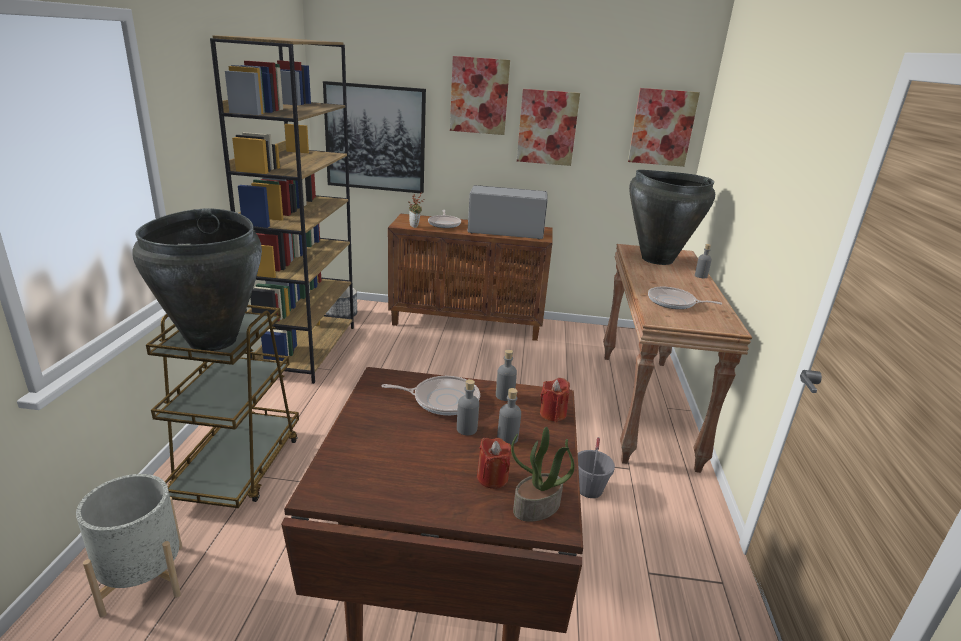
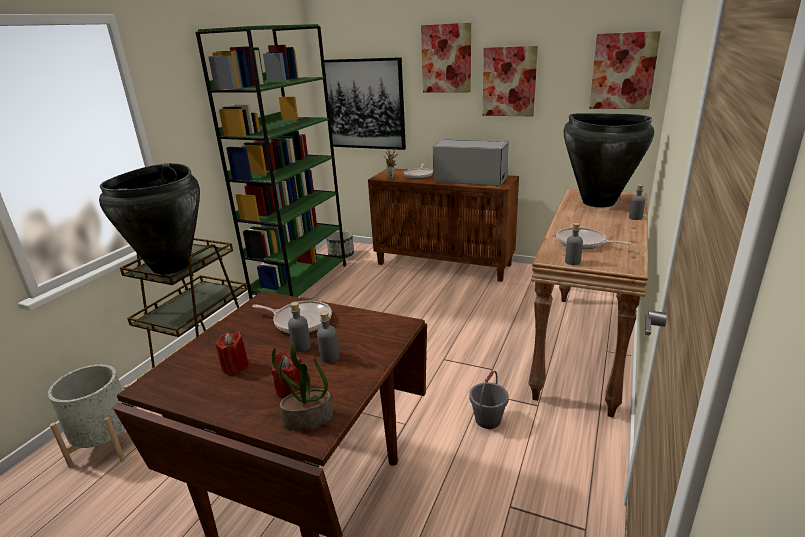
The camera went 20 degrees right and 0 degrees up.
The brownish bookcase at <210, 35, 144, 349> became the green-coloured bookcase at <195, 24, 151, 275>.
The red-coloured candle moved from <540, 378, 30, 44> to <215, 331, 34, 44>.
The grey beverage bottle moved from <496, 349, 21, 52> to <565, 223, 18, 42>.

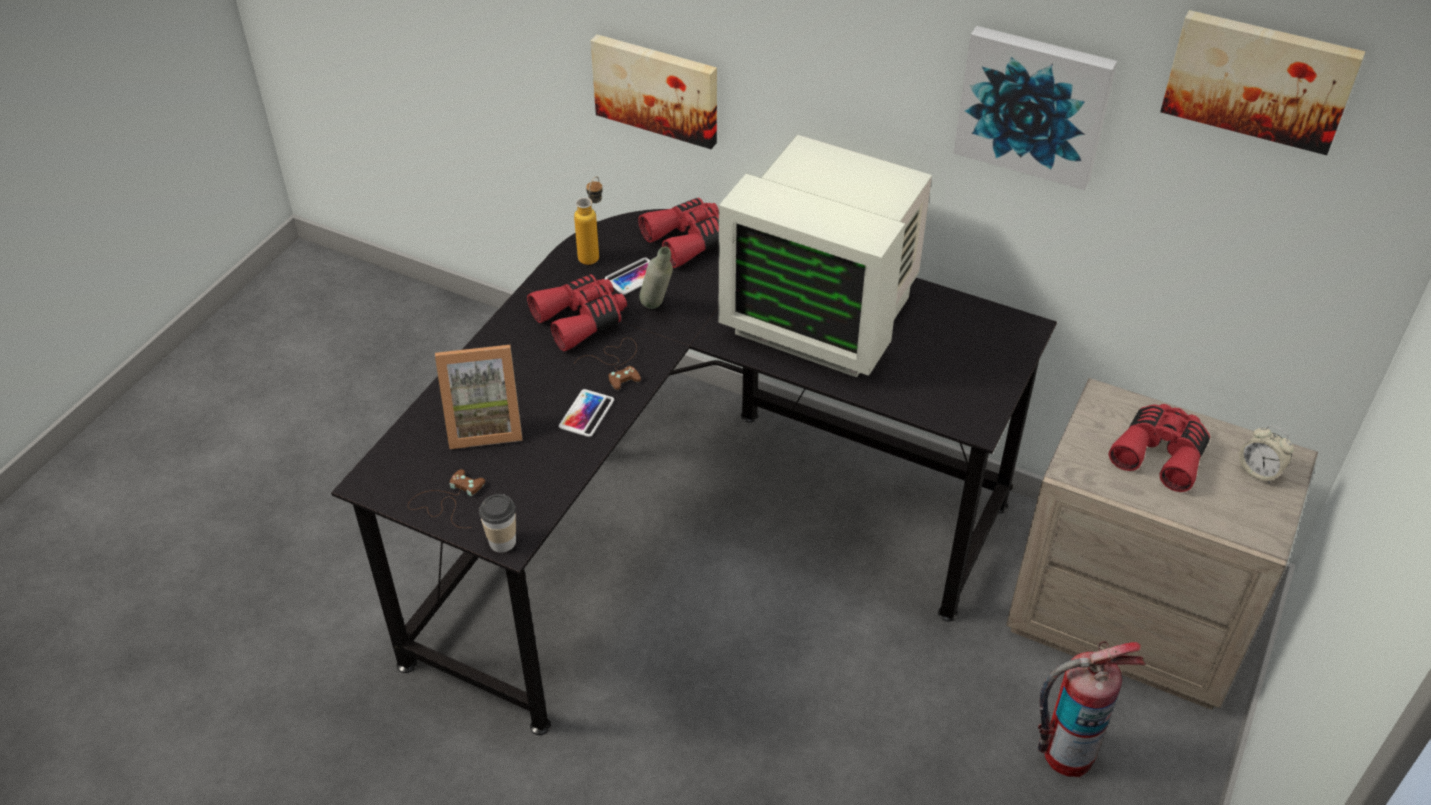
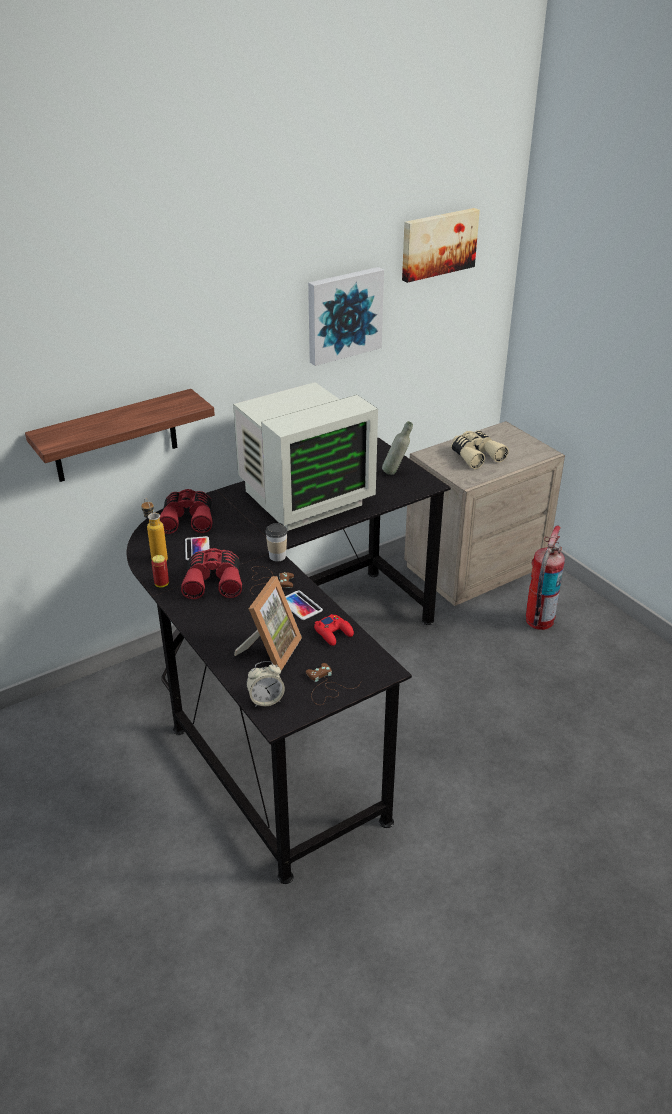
The camera went 60 degrees left and 10 degrees down.
The wall picture at <590, 34, 127, 115> was replaced by the wall shelf at <25, 389, 190, 93>.
The sealed can at <151, 555, 18, 32> appeared.
The bedside clock moved from <1239, 425, 55, 59> to <247, 661, 38, 46>.
The drinking cup moved from <479, 494, 37, 59> to <265, 523, 23, 39>.
The red-coloured game controller at <314, 614, 40, 32> appeared.
The grey beverage bottle moved from <639, 246, 34, 63> to <382, 421, 31, 54>.
The red-coloured field glasses at <1109, 404, 101, 88> became the beige field glasses at <451, 430, 58, 39>.

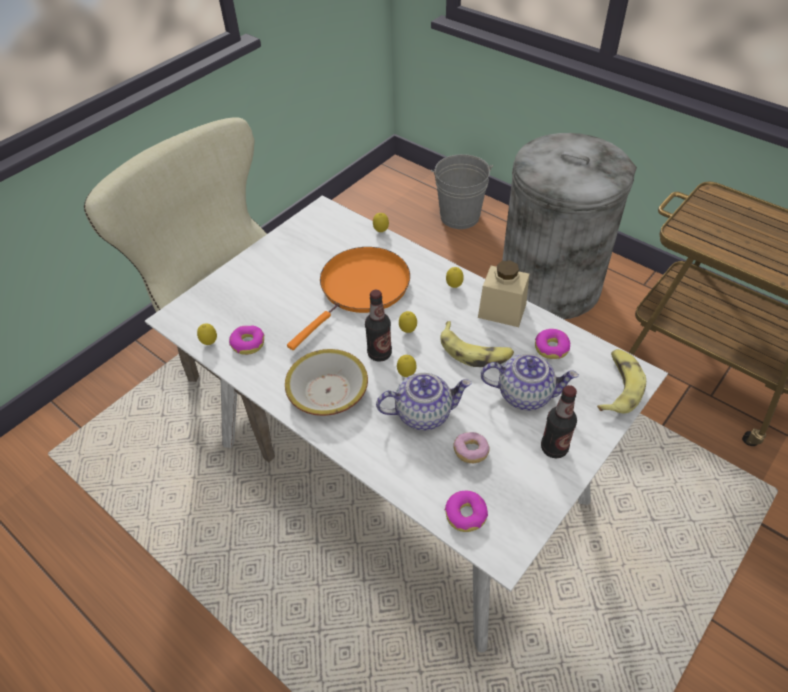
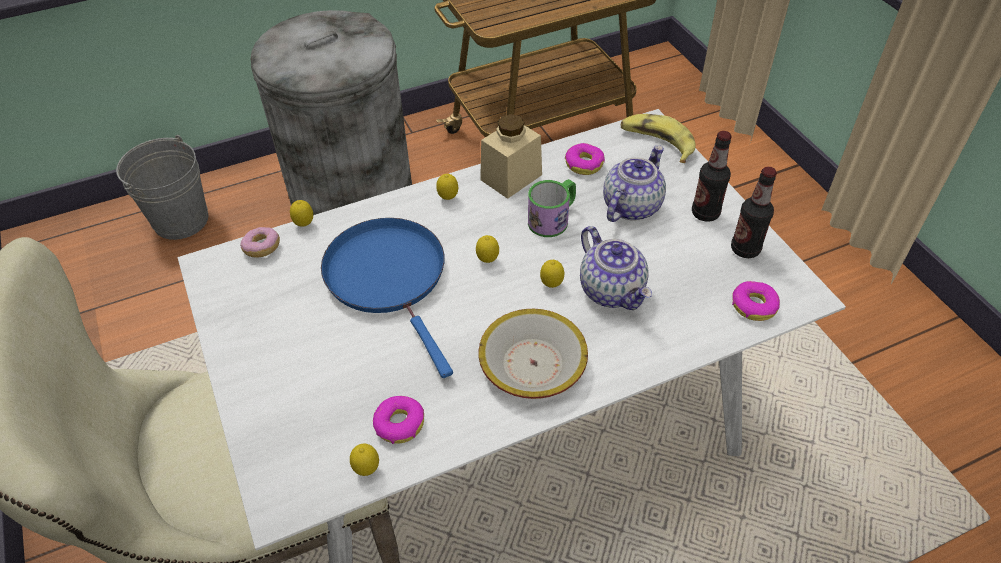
The camera went 65 degrees left and 0 degrees up.
The donut moved from <453, 432, 37, 31> to <240, 227, 40, 31>.
The orange-coloured skillet at <287, 247, 123, 103> became the blue skillet at <321, 218, 132, 160>.
The banana at <440, 321, 74, 46> was replaced by the mug at <528, 179, 48, 58>.
The tea pot at <376, 373, 96, 58> turned 135 degrees clockwise.
The beverage bottle moved from <365, 290, 27, 72> to <731, 167, 46, 91>.

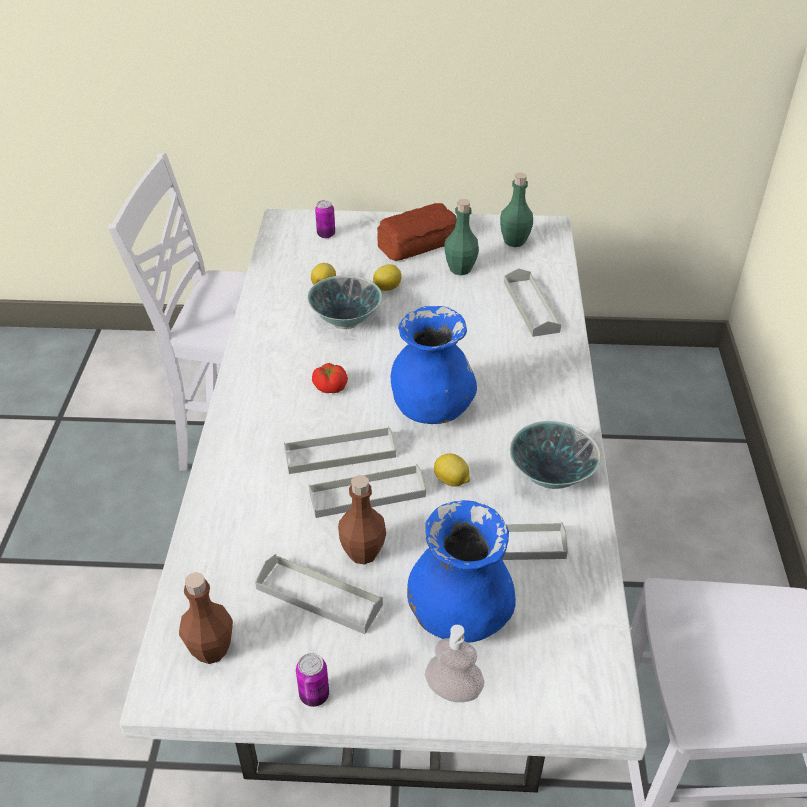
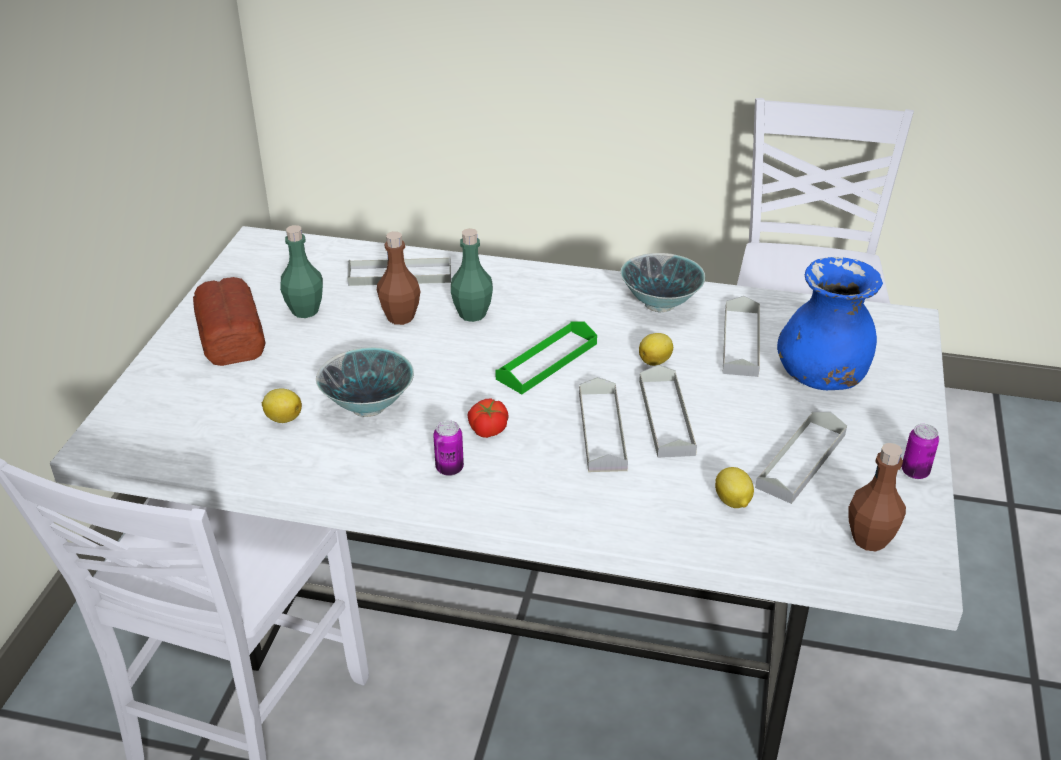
The camera went 80 degrees left and 5 degrees down.
The brownish beverage bottle moved from <338, 475, 48, 90> to <377, 231, 43, 94>.
The sealed can moved from <315, 200, 20, 38> to <433, 420, 31, 56>.
The green-coloured beverage bottle moved from <500, 172, 33, 75> to <451, 228, 42, 94>.
The blue flower vase at <391, 306, 86, 118> was replaced by the green-coloured tray at <495, 321, 102, 73>.
The citrus fruit moved from <373, 264, 29, 27> to <715, 467, 39, 41>.
The liquid soap bottle at <425, 625, 59, 77> disappeared.

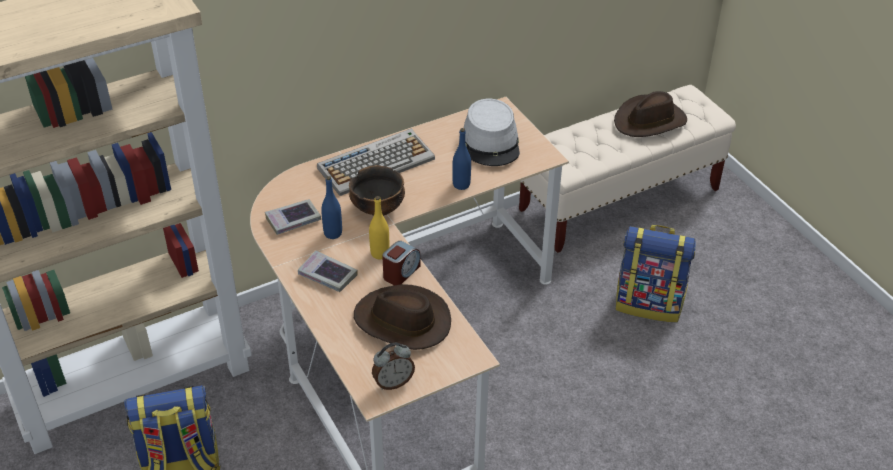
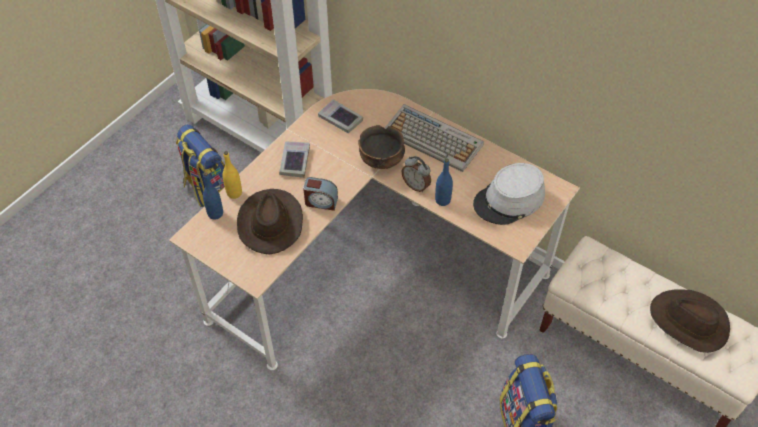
The camera went 65 degrees right and 10 degrees up.
The blue beverage bottle moved from <321, 176, 21, 63> to <203, 172, 20, 48>.
The yellowish beverage bottle moved from <369, 196, 21, 63> to <222, 151, 20, 48>.
The bedside clock moved from <372, 343, 43, 47> to <402, 156, 29, 36>.

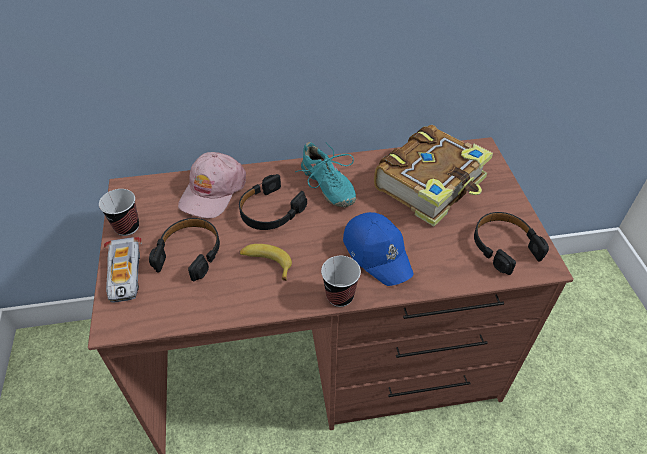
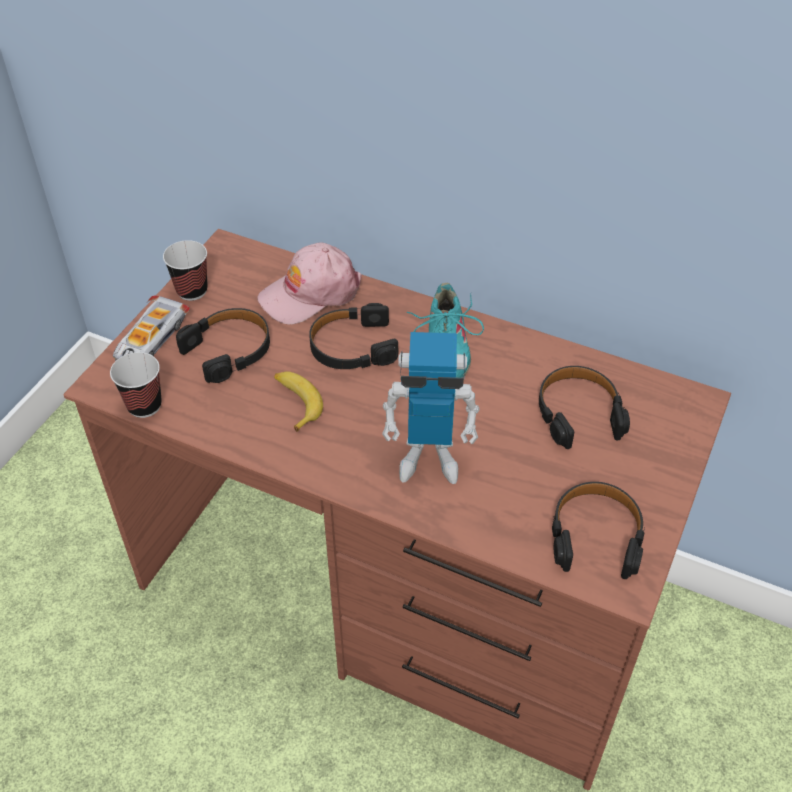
The camera went 35 degrees right and 0 degrees up.
The drinking cup moved from <321, 256, 40, 51> to <110, 352, 52, 66>.
The blue cap at <343, 212, 70, 74> was replaced by the robot figure at <382, 332, 97, 152>.
The bound book at <374, 125, 119, 102> was replaced by the blackish headphones at <539, 366, 91, 83>.

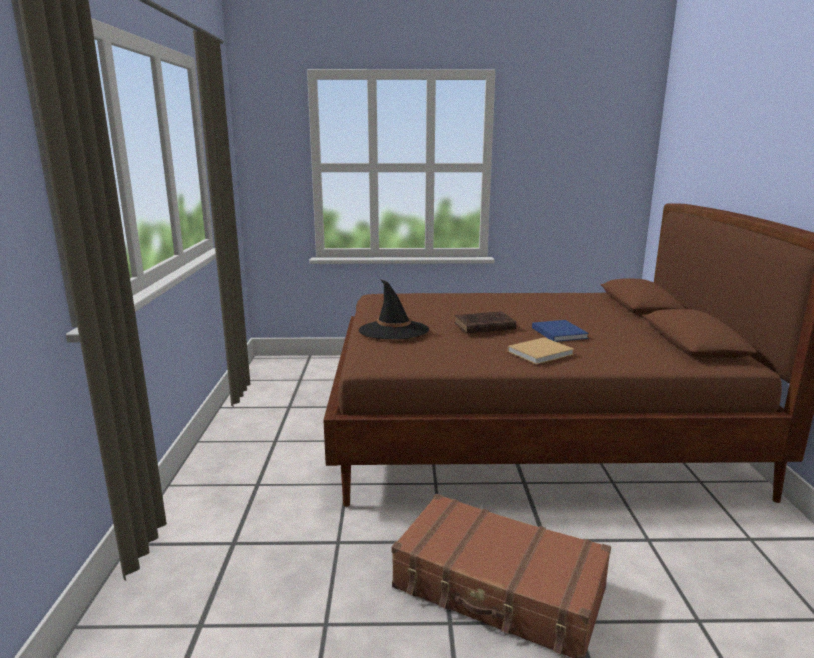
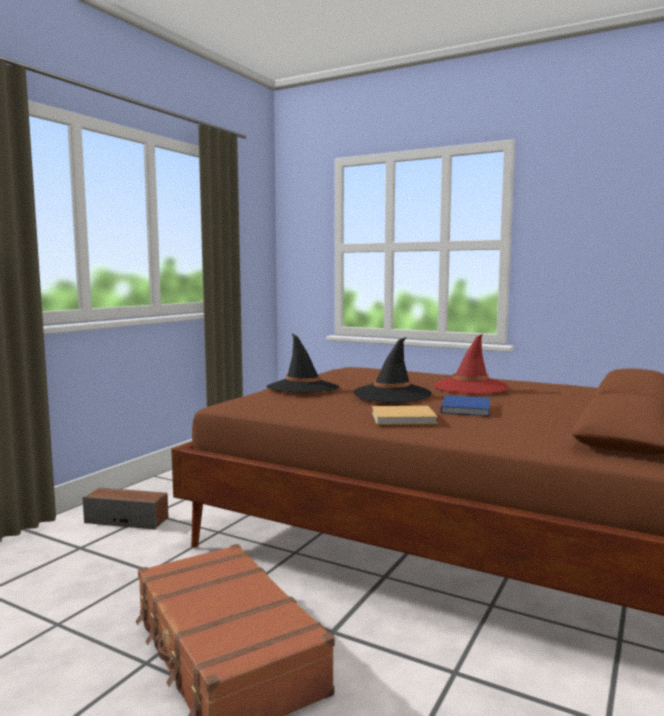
The camera went 30 degrees right and 10 degrees down.
The audio speaker at <83, 488, 85, 41> appeared.
The brownish bound book at <454, 311, 62, 22> was replaced by the blackish wearable hat at <354, 337, 78, 65>.
The red-coloured wearable hat at <434, 334, 74, 60> appeared.

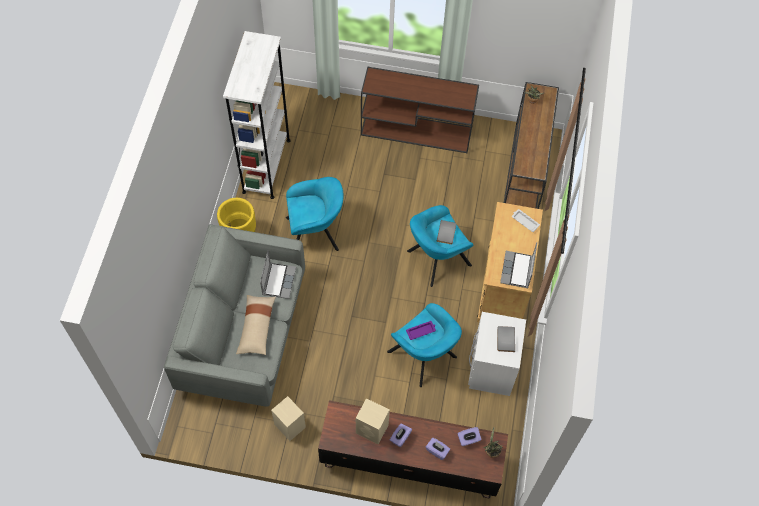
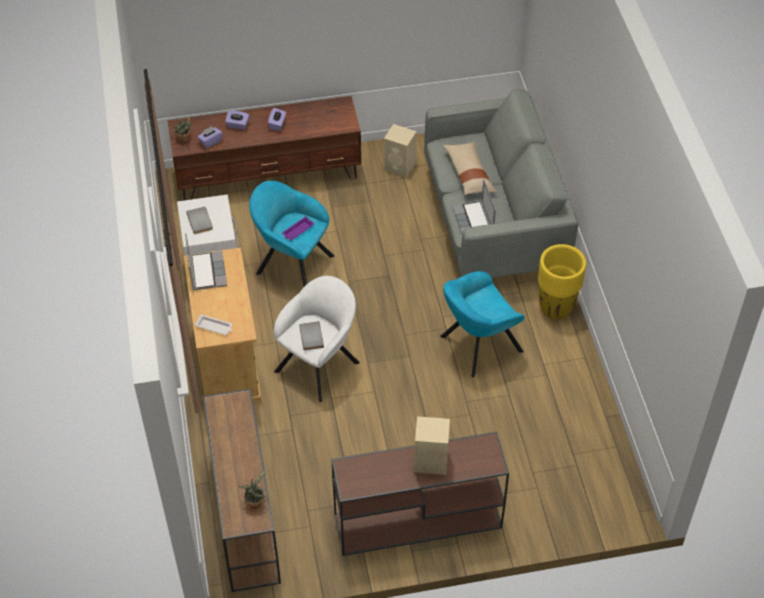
The camera went 160 degrees right and 10 degrees down.
The turquoise armchair at <407, 205, 66, 82> became the white-coloured armchair at <274, 276, 86, 126>.
The beige audio speaker moved from <356, 398, 34, 46> to <414, 416, 36, 59>.
The white-coloured bookcase at <223, 31, 68, 168> disappeared.

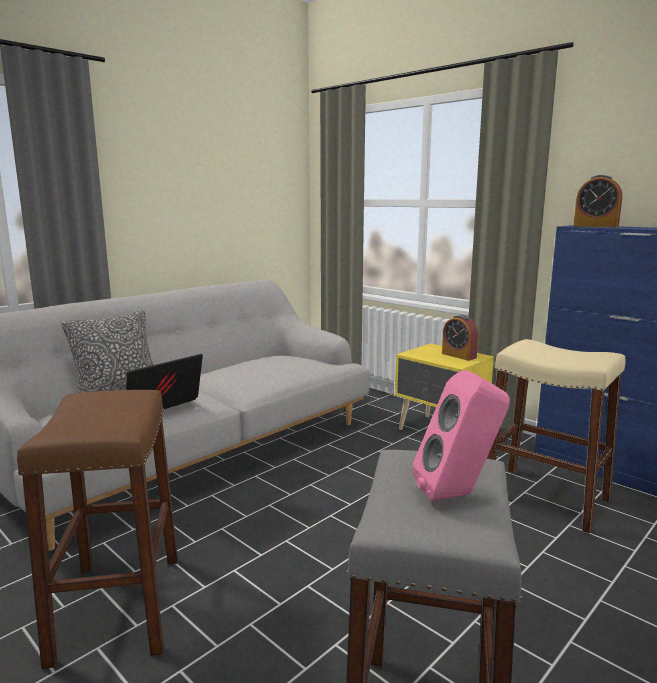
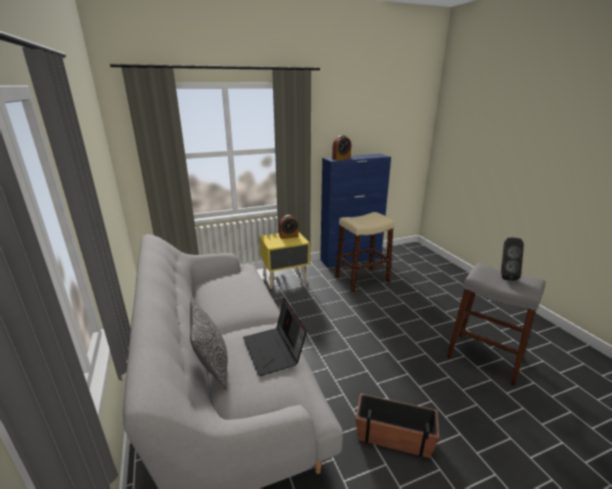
The camera went 65 degrees left and 10 degrees up.
The brownish stool seat at <17, 390, 161, 279> was replaced by the plant pot at <356, 393, 83, 65>.
The pink audio speaker at <413, 370, 97, 131> became the blackish audio speaker at <501, 238, 23, 43>.

